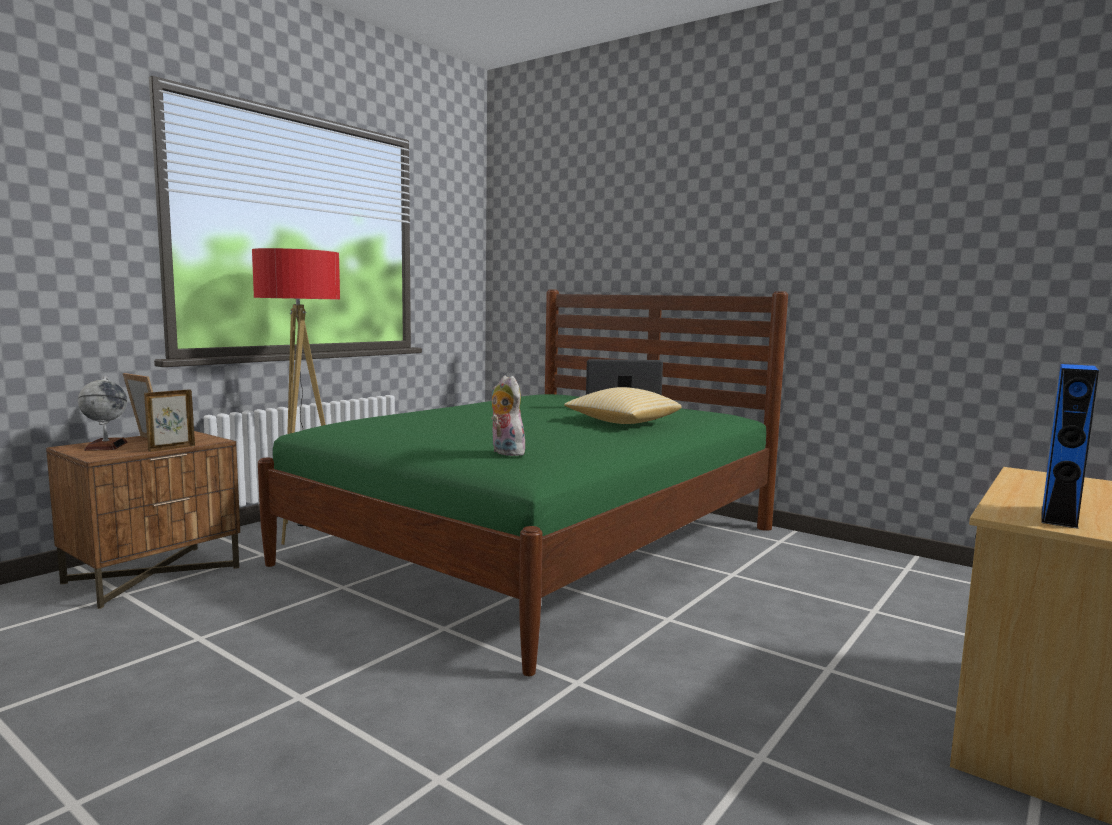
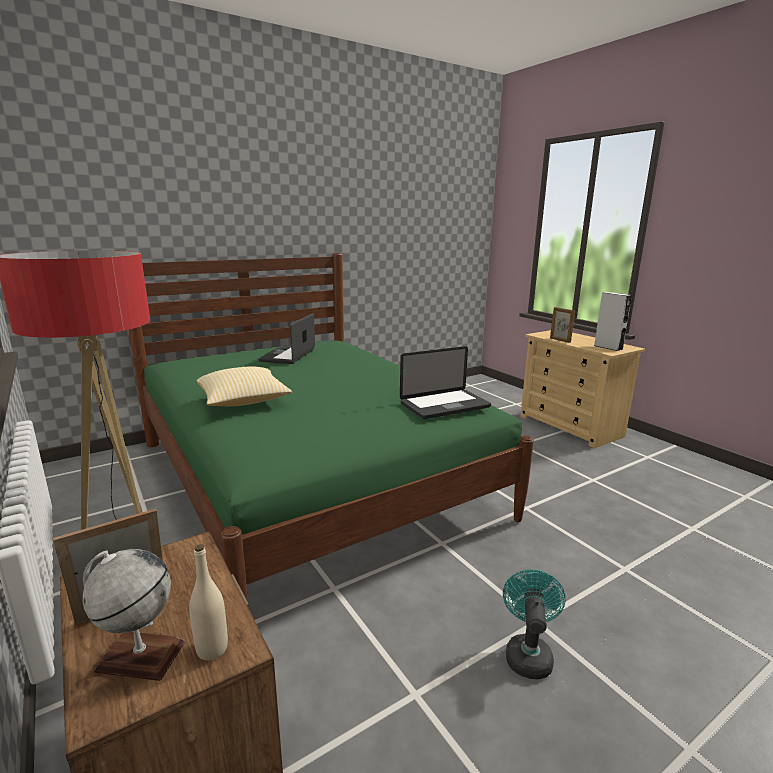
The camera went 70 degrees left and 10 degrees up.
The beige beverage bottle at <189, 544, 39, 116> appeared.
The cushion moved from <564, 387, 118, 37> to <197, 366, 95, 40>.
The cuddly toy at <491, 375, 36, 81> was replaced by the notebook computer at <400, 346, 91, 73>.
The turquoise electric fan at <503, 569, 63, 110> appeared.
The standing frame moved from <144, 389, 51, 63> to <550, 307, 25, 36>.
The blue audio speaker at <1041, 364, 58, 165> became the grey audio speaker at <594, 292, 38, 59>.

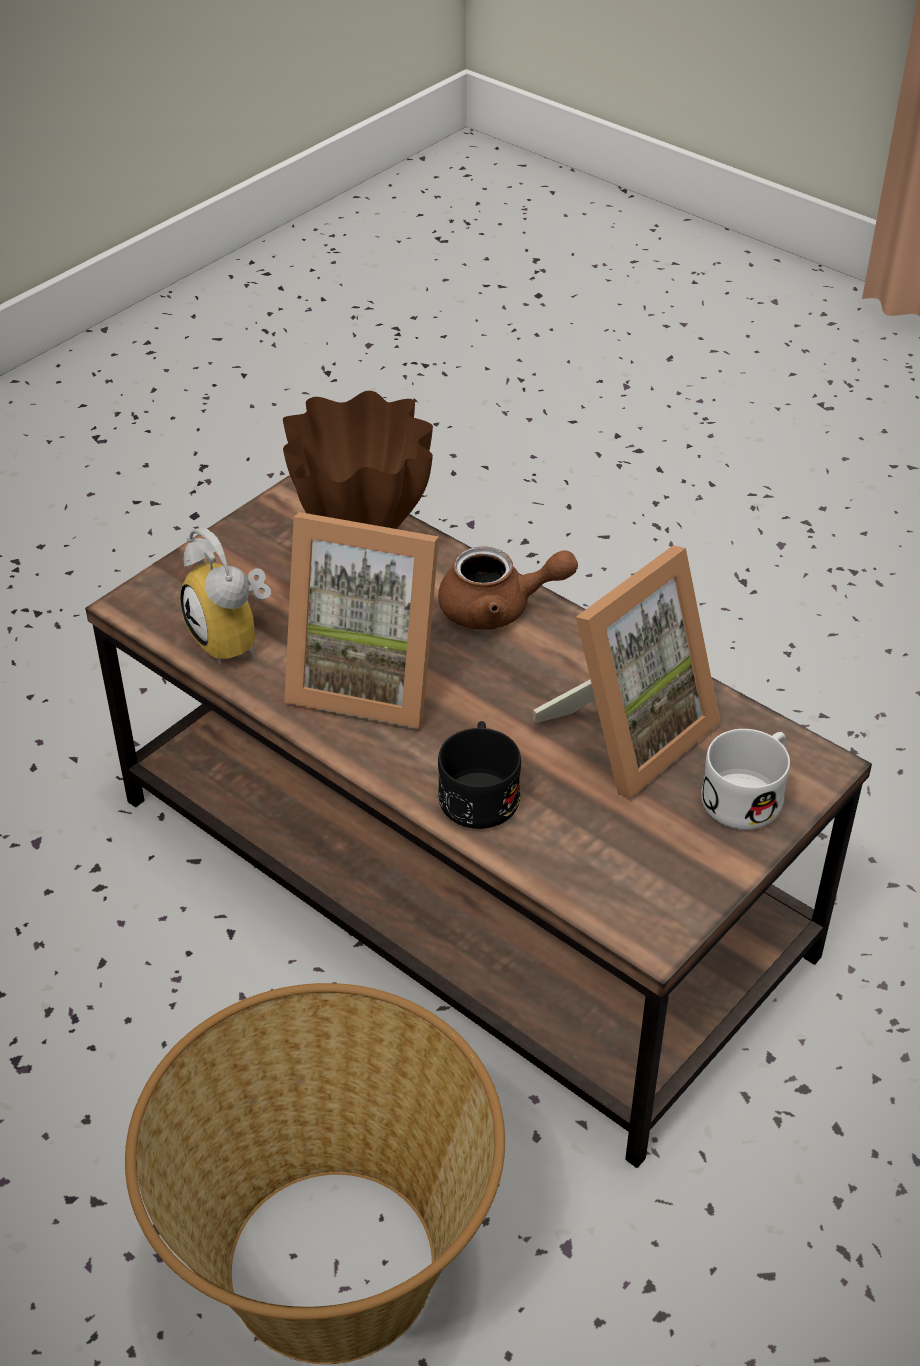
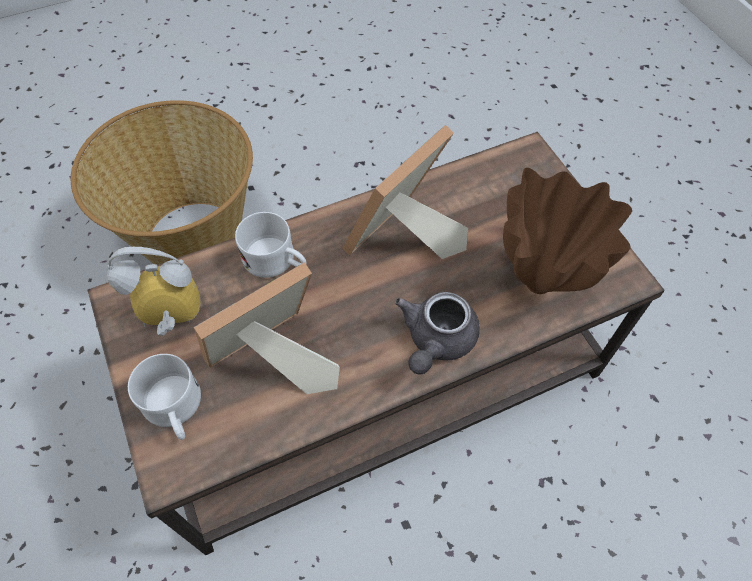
The camera went 115 degrees right and 15 degrees up.
The bedside clock moved from <180, 528, 91, 136> to <107, 247, 94, 89>.
The standing frame at <533, 545, 187, 254> turned 75 degrees clockwise.
The blackish mug at <438, 721, 83, 108> became the white-coloured mug at <235, 212, 72, 66>.
The brownish tea pot at <438, 546, 140, 84> became the grey tea pot at <395, 292, 85, 83>.

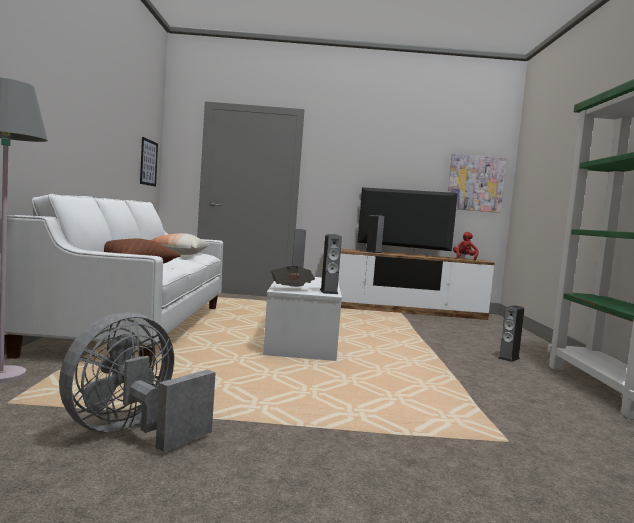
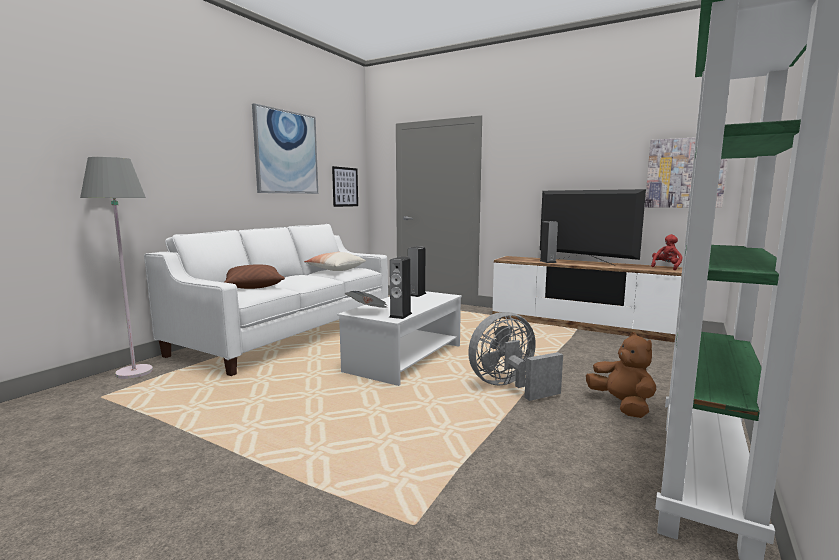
The camera went 30 degrees right and 5 degrees up.
The wall picture at <252, 103, 66, 91> appeared.
The grey electric fan moved from <59, 313, 157, 139> to <468, 312, 95, 89>.
The audio speaker at <498, 305, 26, 57> was replaced by the brownish cuddly toy at <586, 332, 70, 86>.

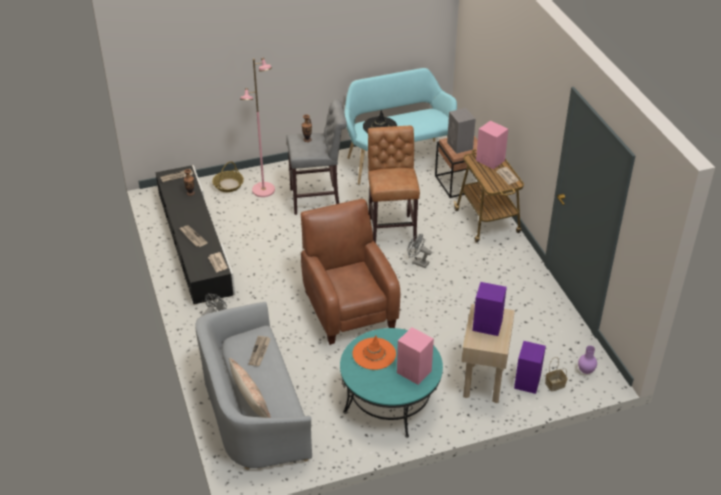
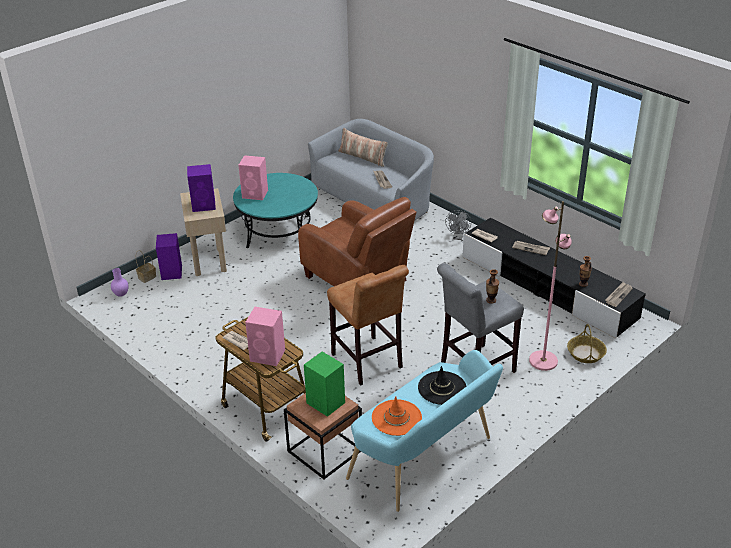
The camera went 155 degrees right and 5 degrees down.
The grey audio speaker at <447, 108, 29, 46> became the green-coloured audio speaker at <304, 352, 41, 65>.
The orange-coloured wearable hat moved from <352, 336, 44, 34> to <372, 396, 50, 40>.
The grey electric fan at <407, 234, 25, 34> disappeared.

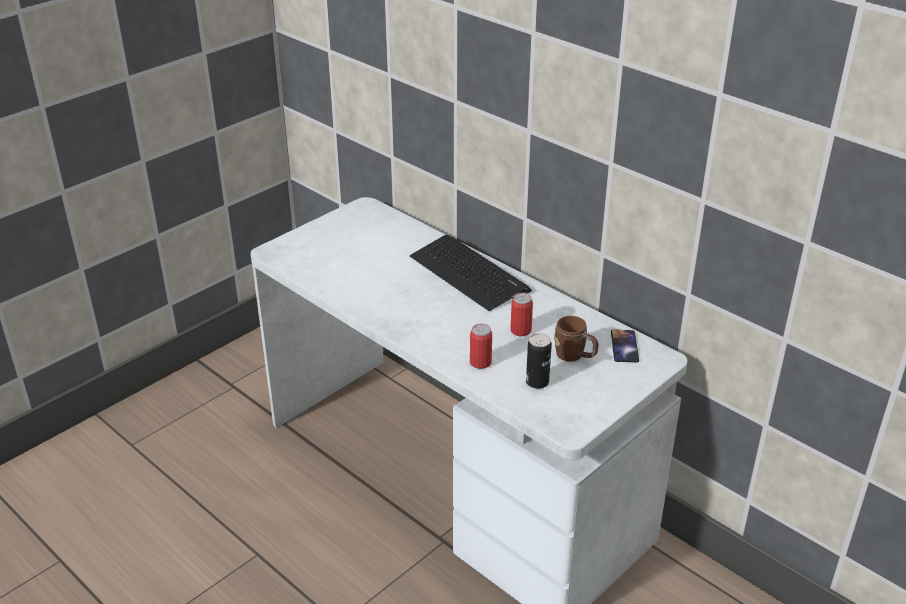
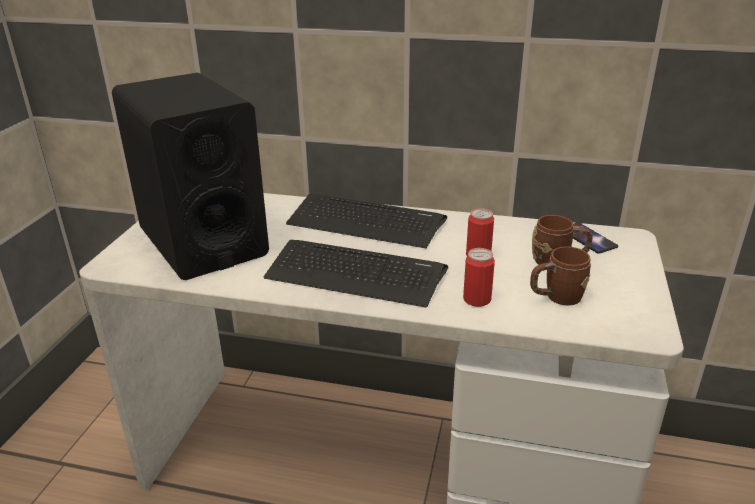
The camera went 30 degrees left and 5 degrees down.
The blackish audio speaker at <112, 73, 157, 207> appeared.
The PC keyboard at <264, 240, 184, 68> appeared.
The sealed can at <526, 333, 26, 56> was replaced by the brownish mug at <530, 246, 61, 60>.

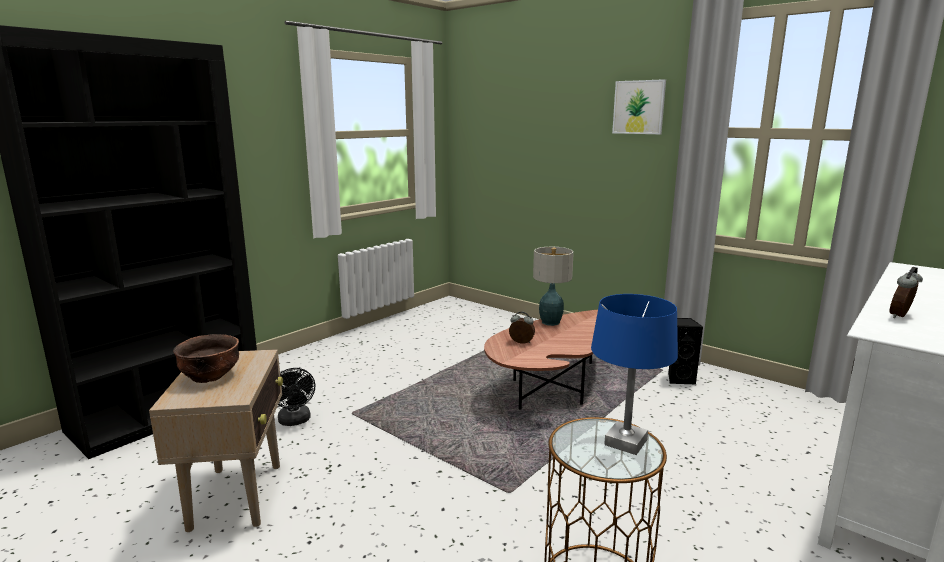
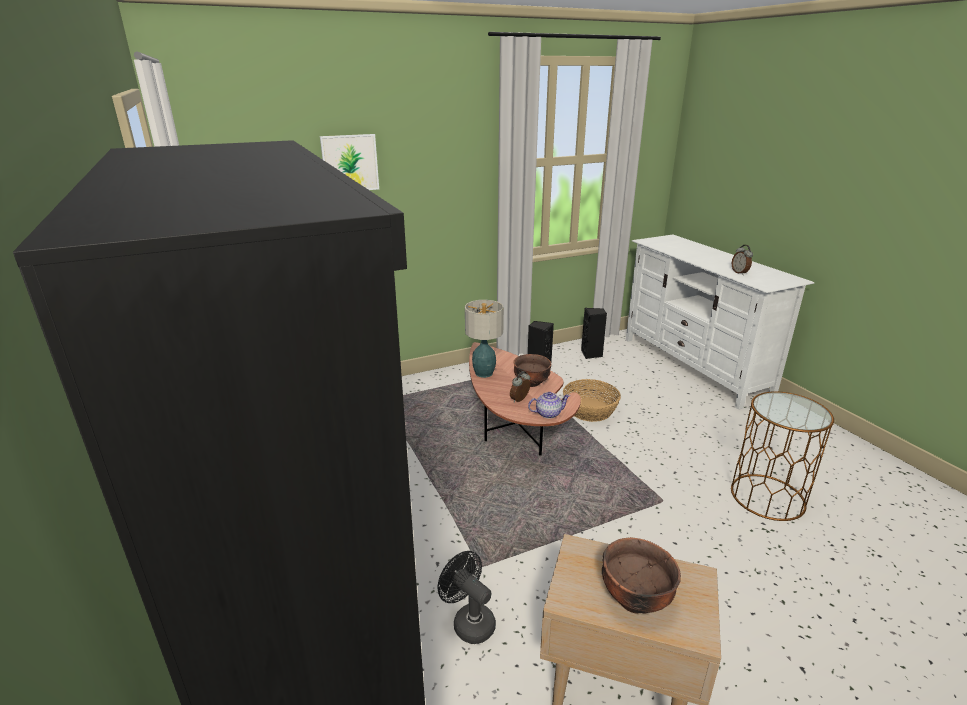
The camera went 65 degrees left and 10 degrees up.
The wall picture moved from <612, 79, 54, 55> to <320, 134, 59, 56>.
The blackish electric fan at <278, 368, 37, 58> turned 135 degrees counterclockwise.
The brownish serving bowl at <513, 354, 38, 33> appeared.
The tea pot at <528, 392, 42, 27> appeared.
The household basket at <563, 379, 58, 43> appeared.
The blackish audio speaker at <581, 308, 26, 51> appeared.
The blue tabletop lamp at <591, 294, 87, 161> disappeared.

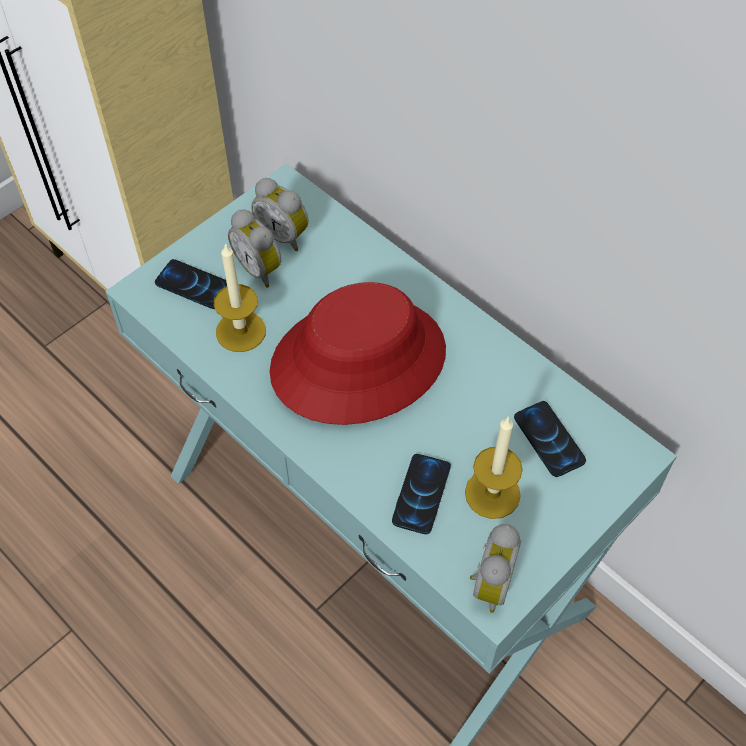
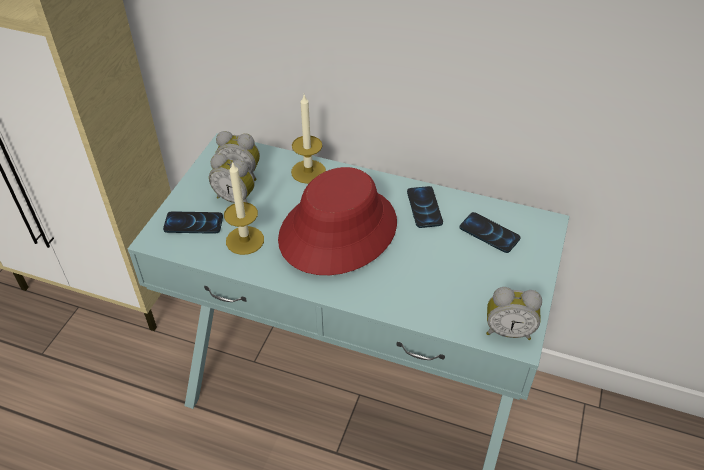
The camera went 25 degrees left and 10 degrees down.
The candle moved from <465, 416, 58, 103> to <291, 95, 35, 89>.
The telephone moved from <392, 454, 59, 80> to <407, 186, 36, 42>.
The bedside clock at <470, 524, 51, 89> turned 105 degrees clockwise.

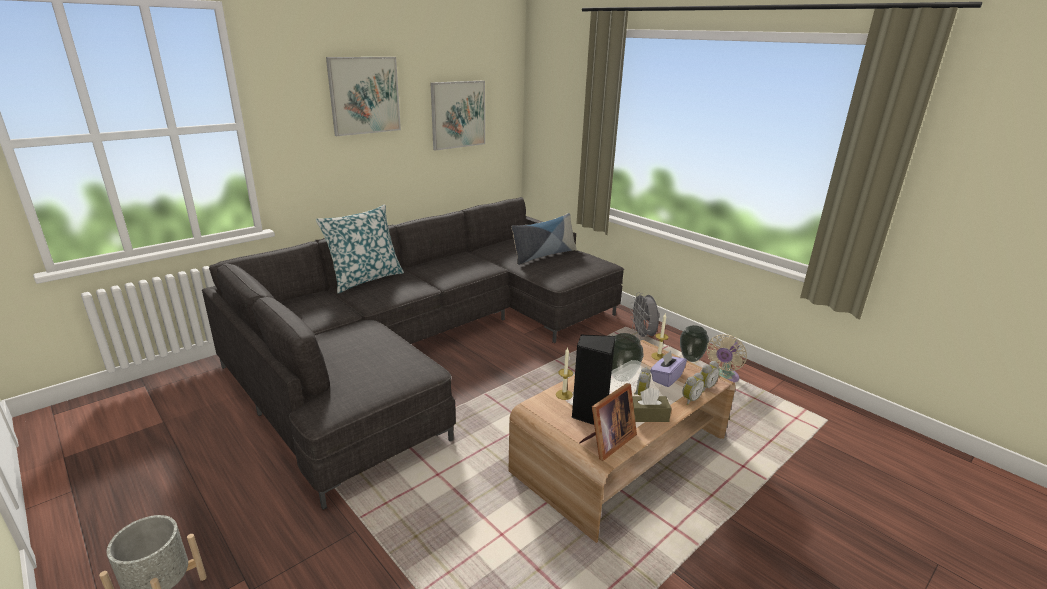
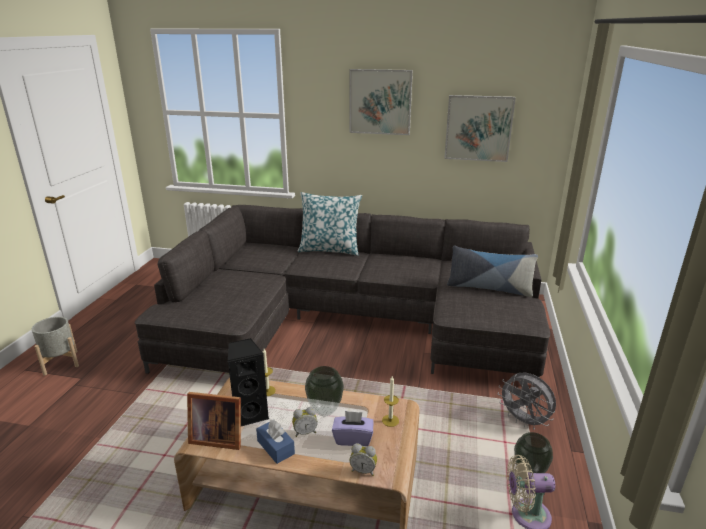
The camera went 55 degrees right and 0 degrees up.
The brownish box of tissues at <632, 388, 40, 34> became the blue box of tissues at <256, 419, 39, 45>.
The grey electric fan at <630, 292, 30, 48> turned 90 degrees counterclockwise.
The bedside clock at <682, 373, 22, 32> disappeared.

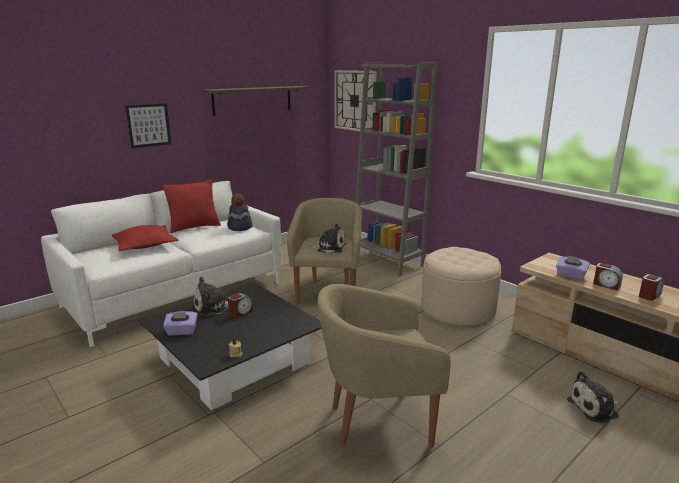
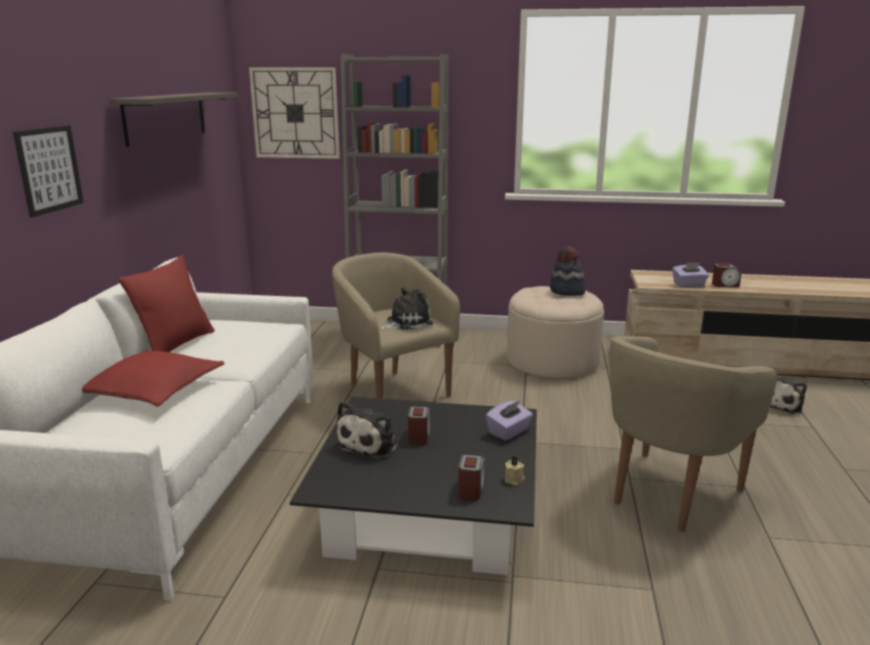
The camera went 40 degrees left and 0 degrees up.
The bedside clock moved from <639, 274, 25, 27> to <458, 455, 27, 45>.
The purple-coloured box of tissues moved from <163, 311, 35, 25> to <486, 401, 47, 40>.
The wearable hat moved from <227, 194, 25, 37> to <550, 246, 36, 50>.

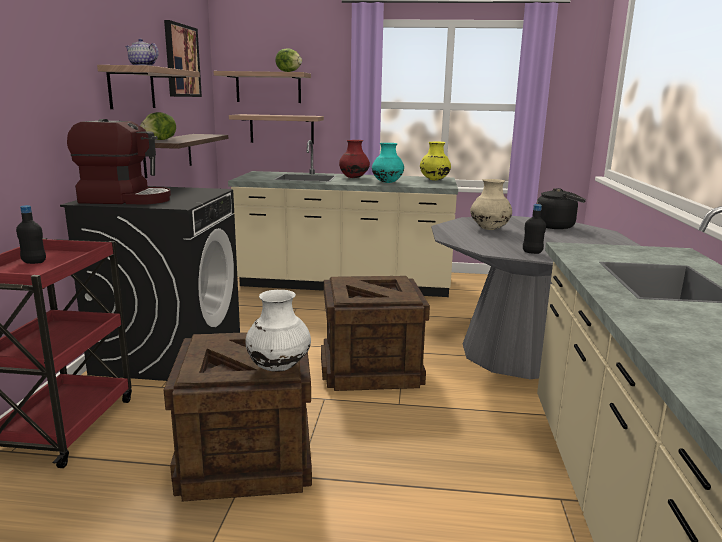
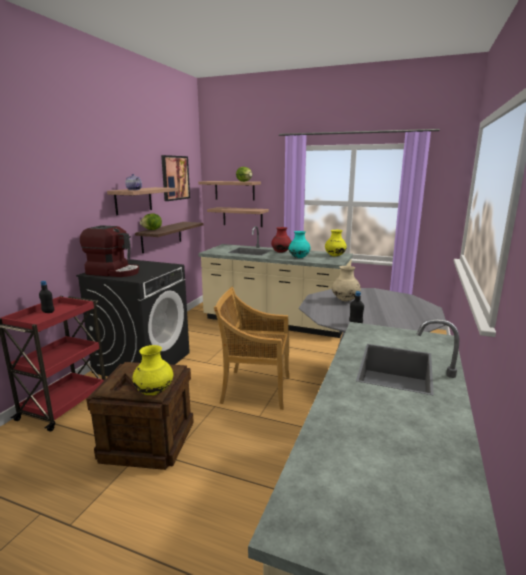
The camera went 15 degrees right and 0 degrees up.
The white-coloured flower vase at <245, 290, 66, 82> became the yellowish flower vase at <132, 345, 41, 50>.
The packing crate at <321, 276, 109, 115> was replaced by the beige chair at <214, 286, 75, 124>.
The blackish water kettle at <536, 188, 50, 41> disappeared.

